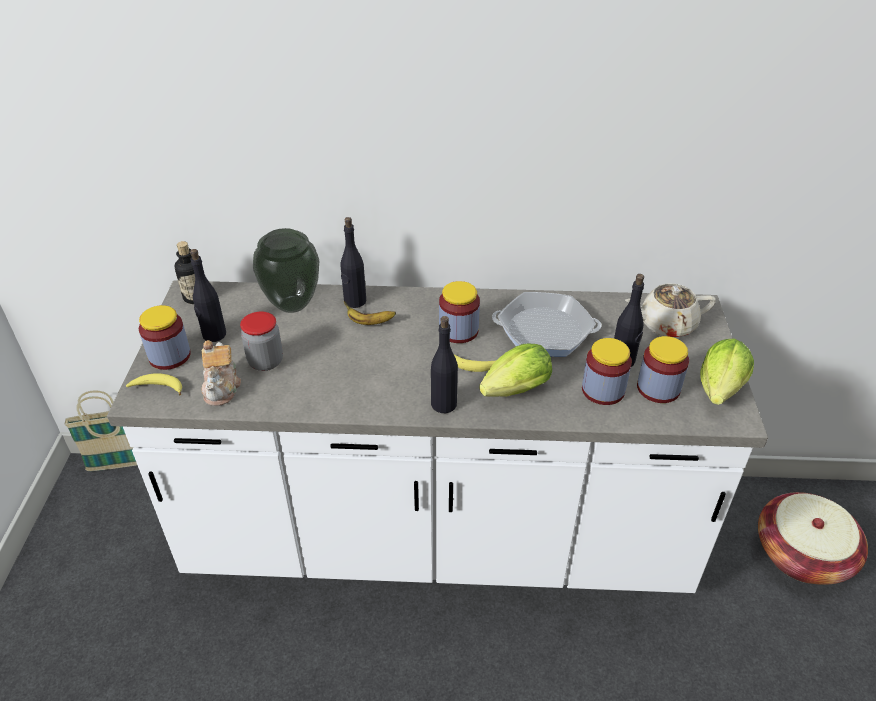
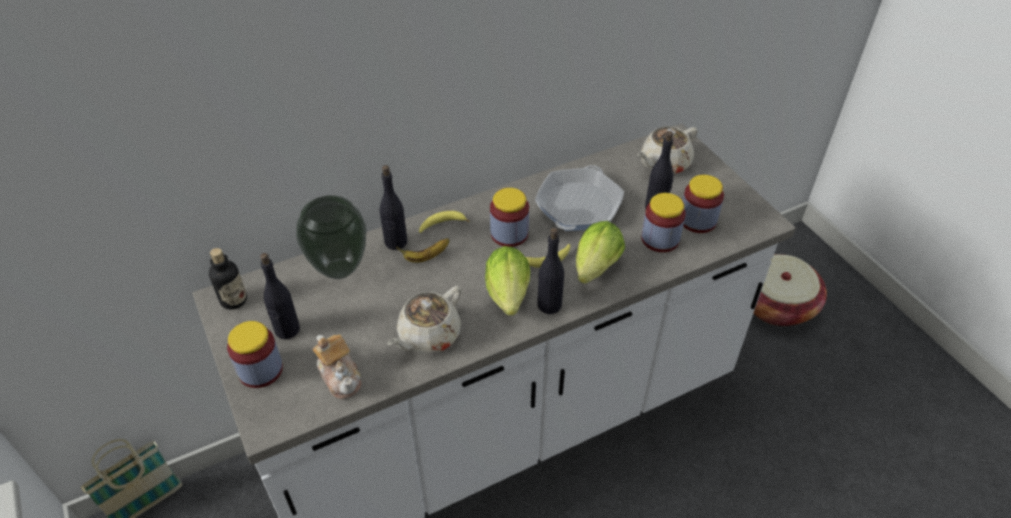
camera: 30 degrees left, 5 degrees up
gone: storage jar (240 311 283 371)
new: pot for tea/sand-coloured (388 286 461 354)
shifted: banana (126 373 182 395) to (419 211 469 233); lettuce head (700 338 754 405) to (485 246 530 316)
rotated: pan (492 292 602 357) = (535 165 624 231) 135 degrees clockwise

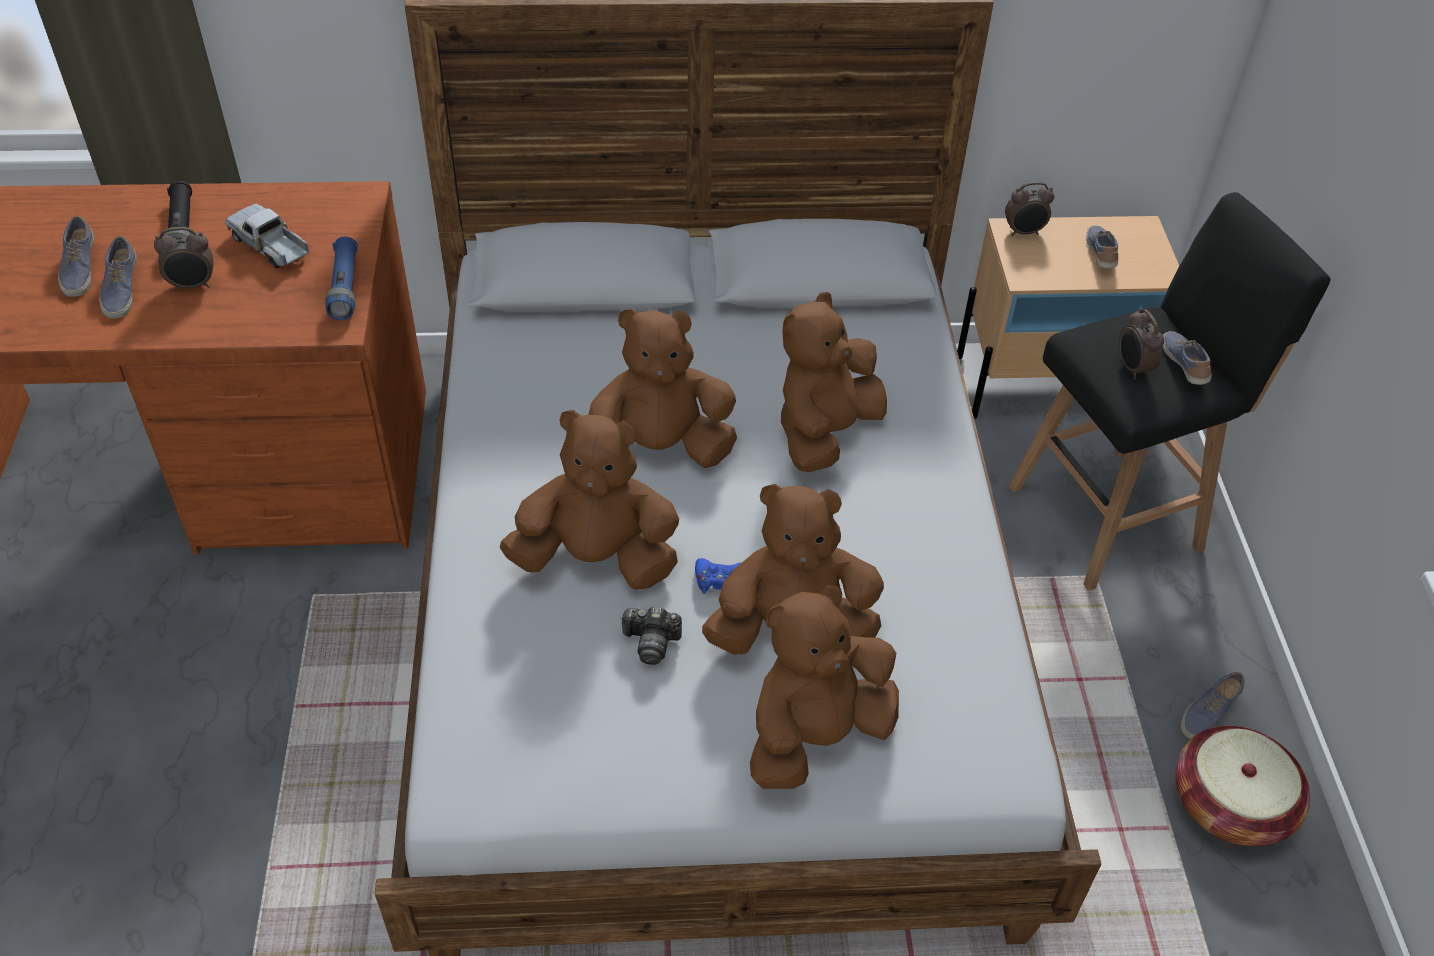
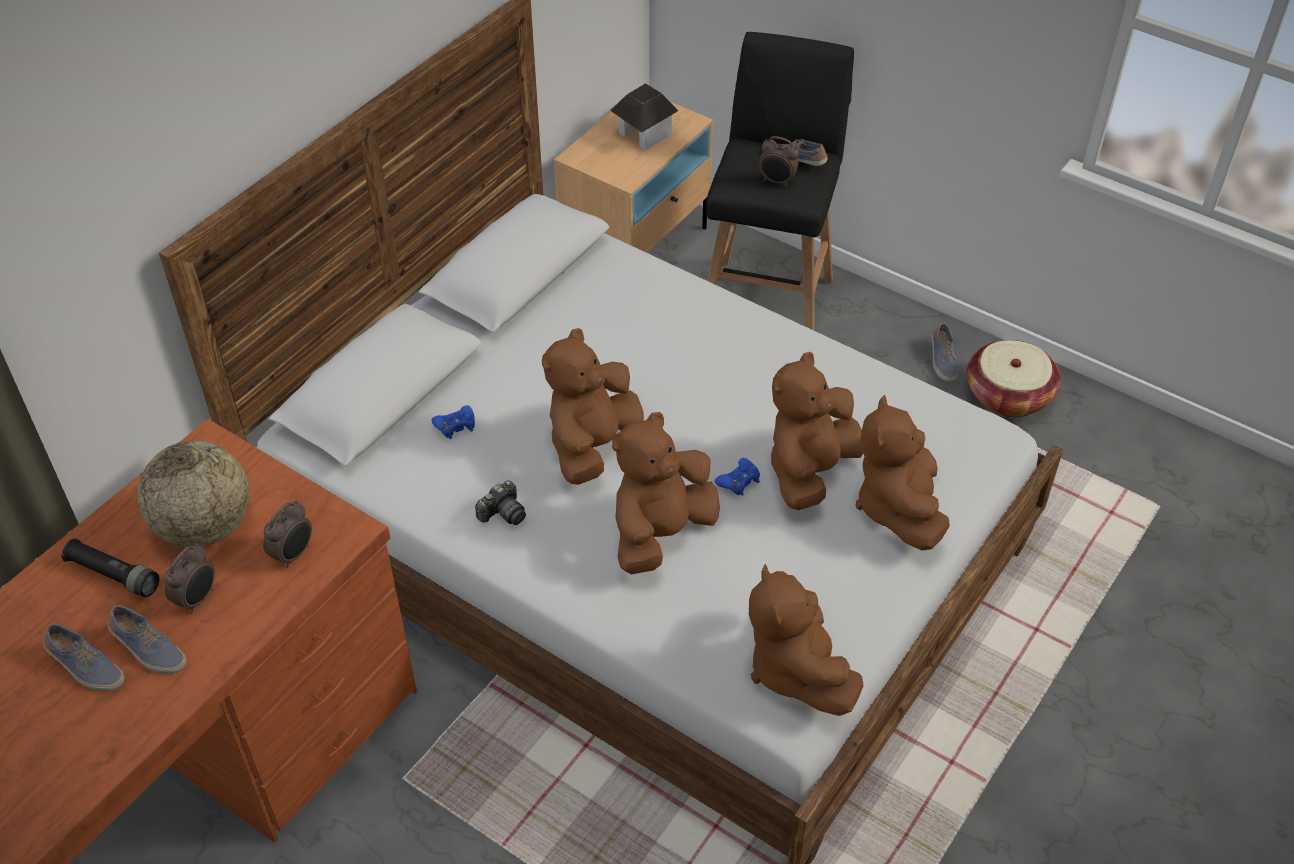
camera: 50 degrees left, 0 degrees up
gone: torch/blue-coloured (325 237 358 320)
new: joypad/blue-coloured (431 405 475 439)
shifted: table clock (1005 182 1054 236) to (263 500 312 568); still camera (620 607 682 665) to (475 480 526 525); plush toy/brown-coloured (781 292 887 472) to (749 564 864 716)
swapped: toy truck (225 204 309 268) to desk globe (138 441 249 547); shoe (1086 225 1118 268) to miniature house (610 83 678 150)

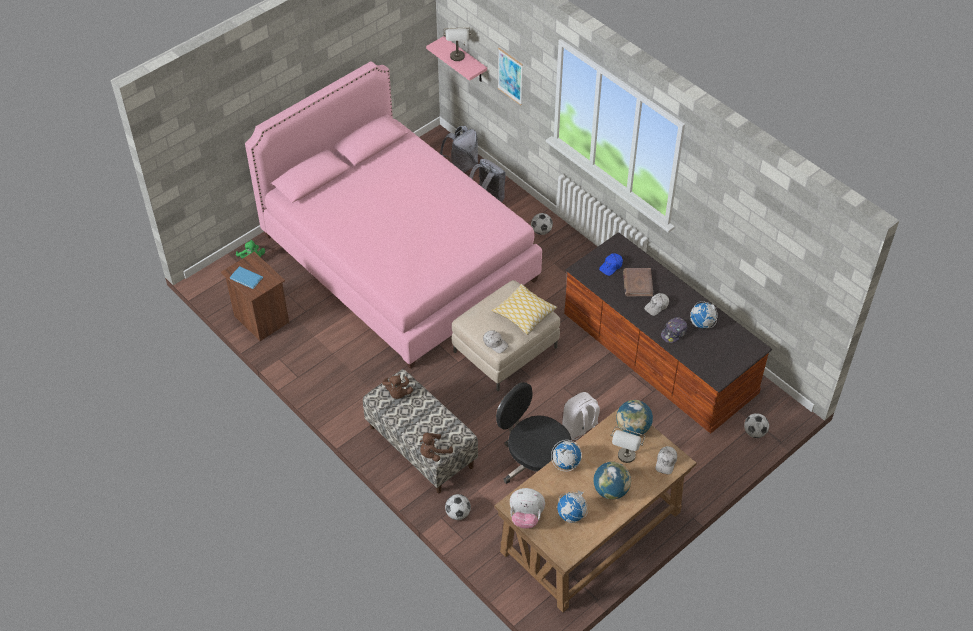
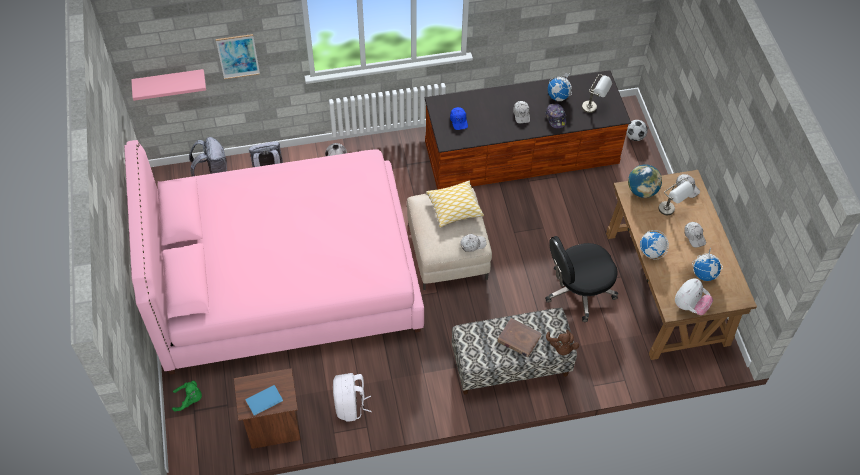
camera: 60 degrees left, 5 degrees up
gone: plush toy/brown-coloured (382 375 413 399); football (445 494 471 520)
shifted: knapsack/white (562 392 600 440) to (333 373 372 422); book/brown-coloured (623 268 653 296) to (498 318 542 357); tabletop lamp/greyish (443 27 471 61) to (582 74 612 113)
swapped: desk globe (594 462 631 499) to cap/white (684 222 706 248)

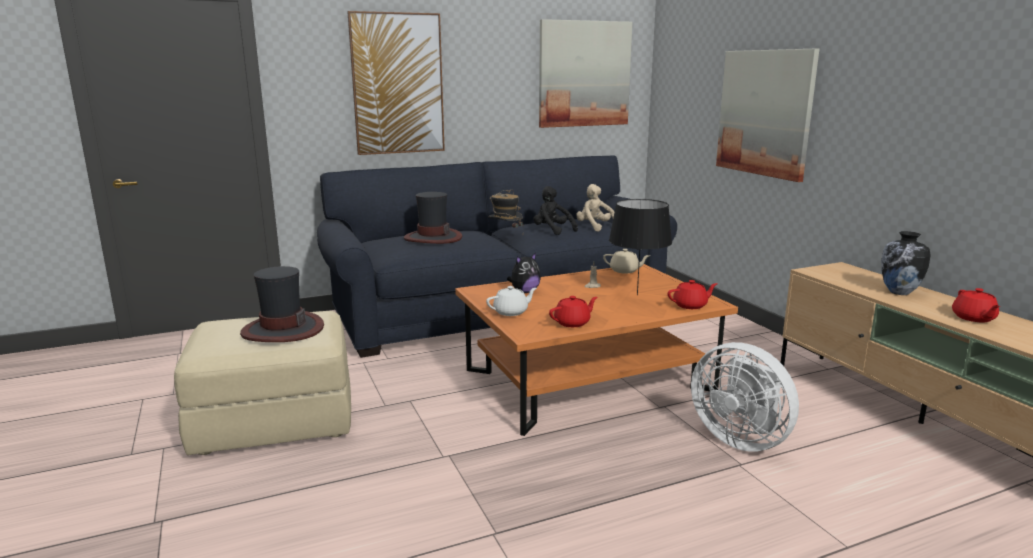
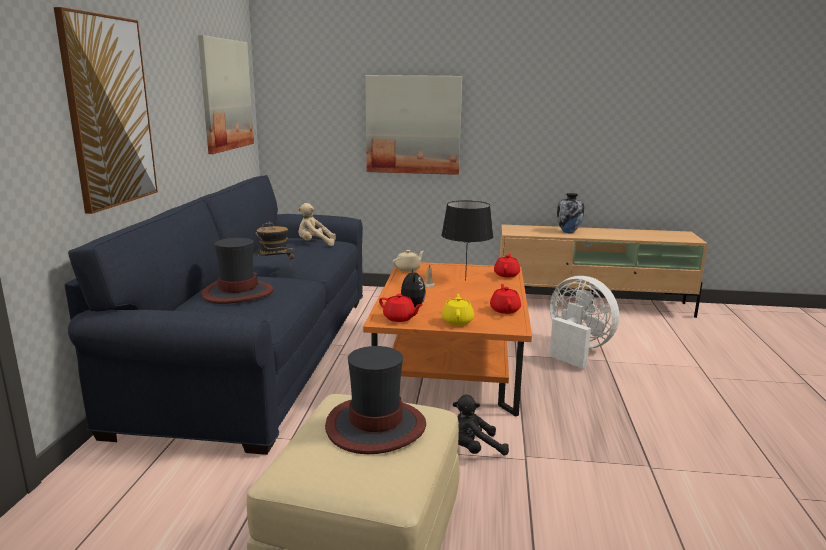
camera: 60 degrees left, 0 degrees up
shifted: pot for tea/red (952 288 1000 322) to (379 294 422 322); plush toy/black (534 186 578 235) to (452 394 509 455)
repainted: pot for tea/white (486 286 537 316) to pot for tea/yellowish (442 294 474 325)
rotated: electric fan/white (691 342 799 452) = (549 276 620 369) 120 degrees counterclockwise

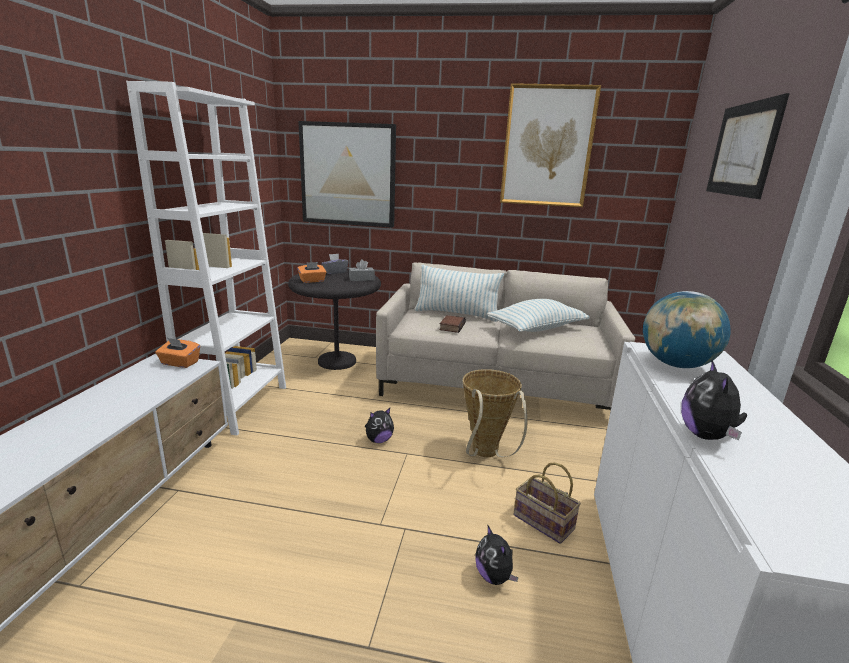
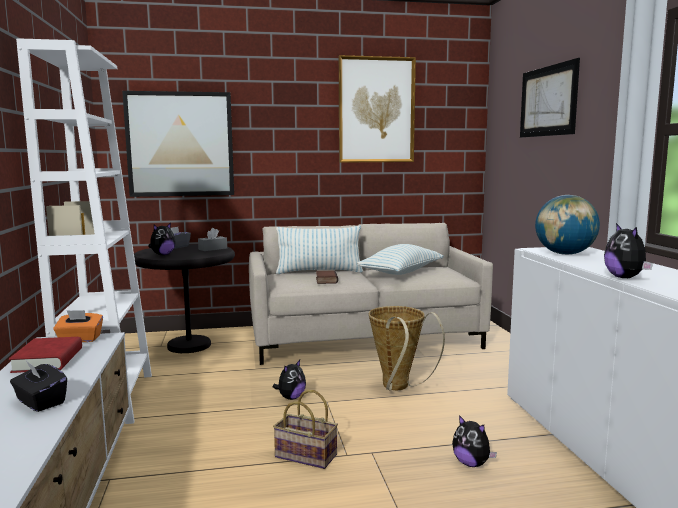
camera: 20 degrees left, 10 degrees down
new: book/red (9 337 82 373); tissue box/black (10 362 67 412)
shifted: household basket (514 462 581 544) to (273 390 338 469)
swapped: tissue box/orangey (297 262 326 283) to plush toy (148 223 176 255)

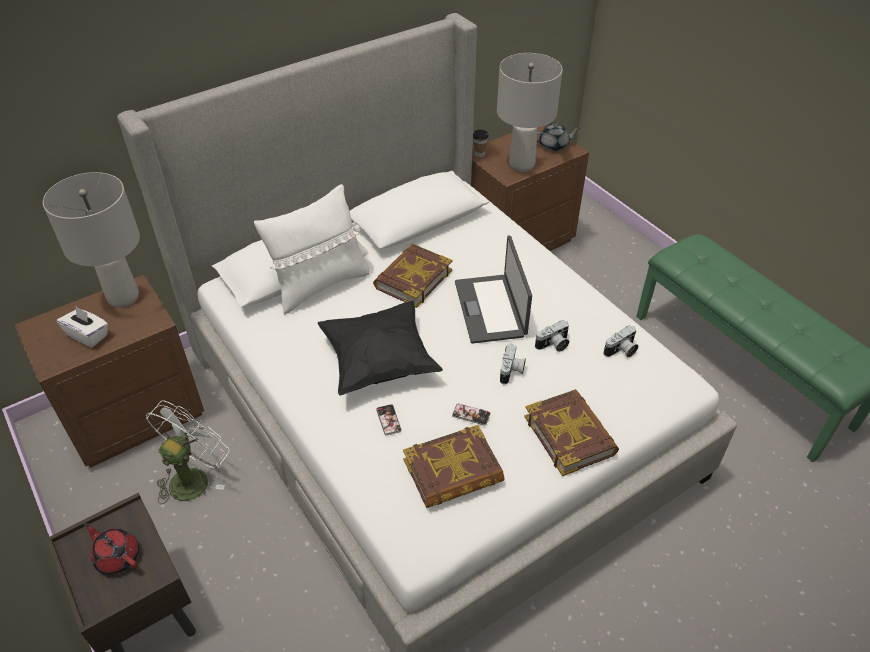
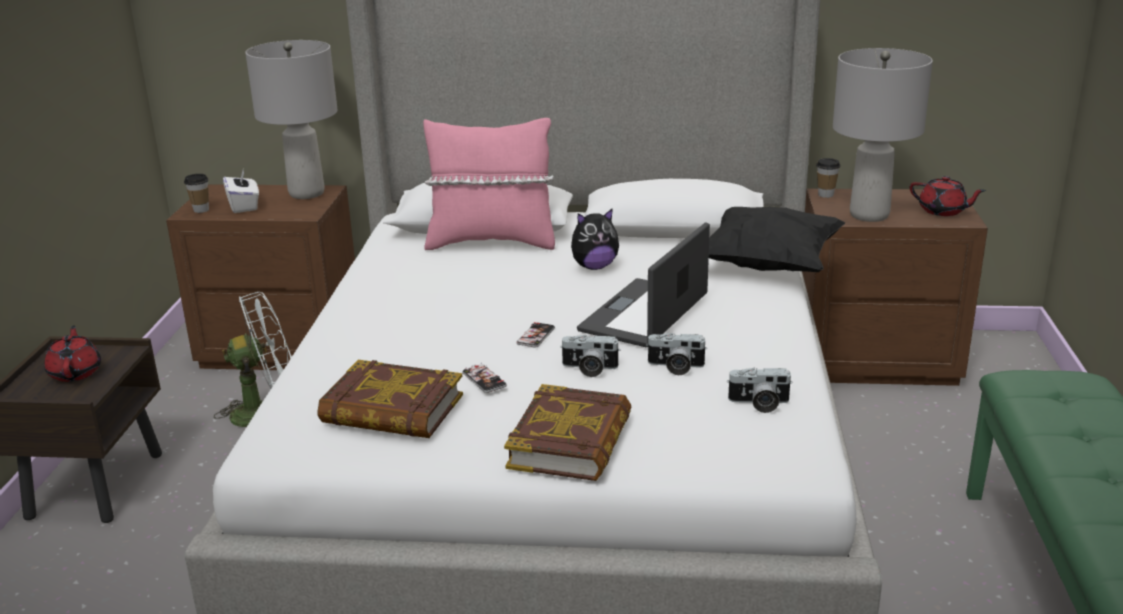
camera: 40 degrees right, 20 degrees down
new: cup (184 174 209 213)
shifted: handset (376 404 402 436) to (516 322 555 348); cushion/black (318 301 443 396) to (709 207 845 272)
swapped: book (373 244 452 308) to plush toy (571 208 619 270)
repainted: cushion/white (254 184 370 315) to cushion/pink (423 118 555 250); pot for tea/greyish (537 124 580 151) to pot for tea/red (910 176 986 216)
rotated: still camera (500 344 526 385) = (560 335 620 377) 45 degrees clockwise

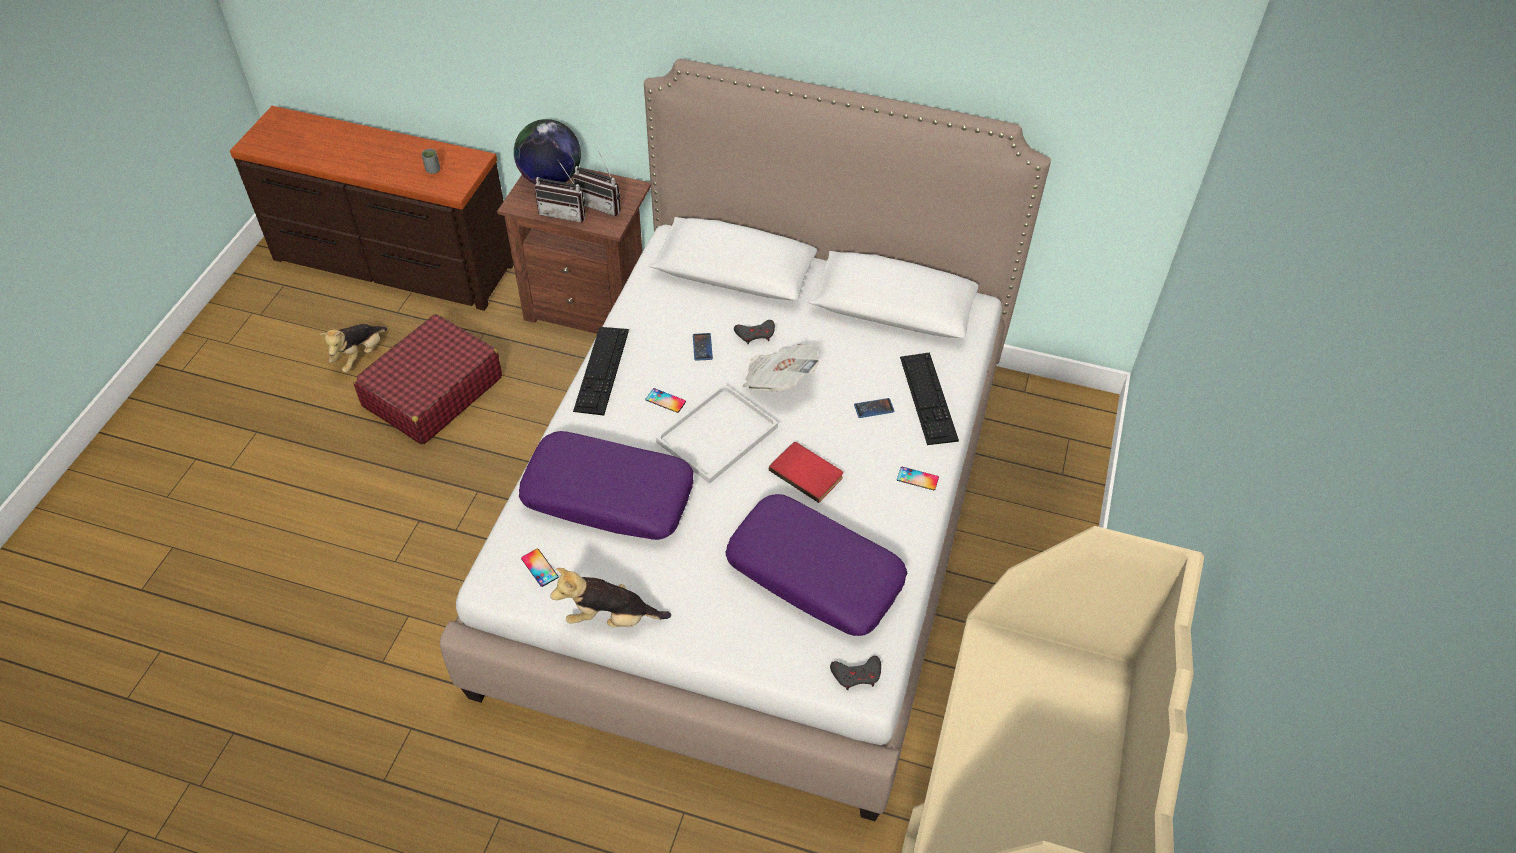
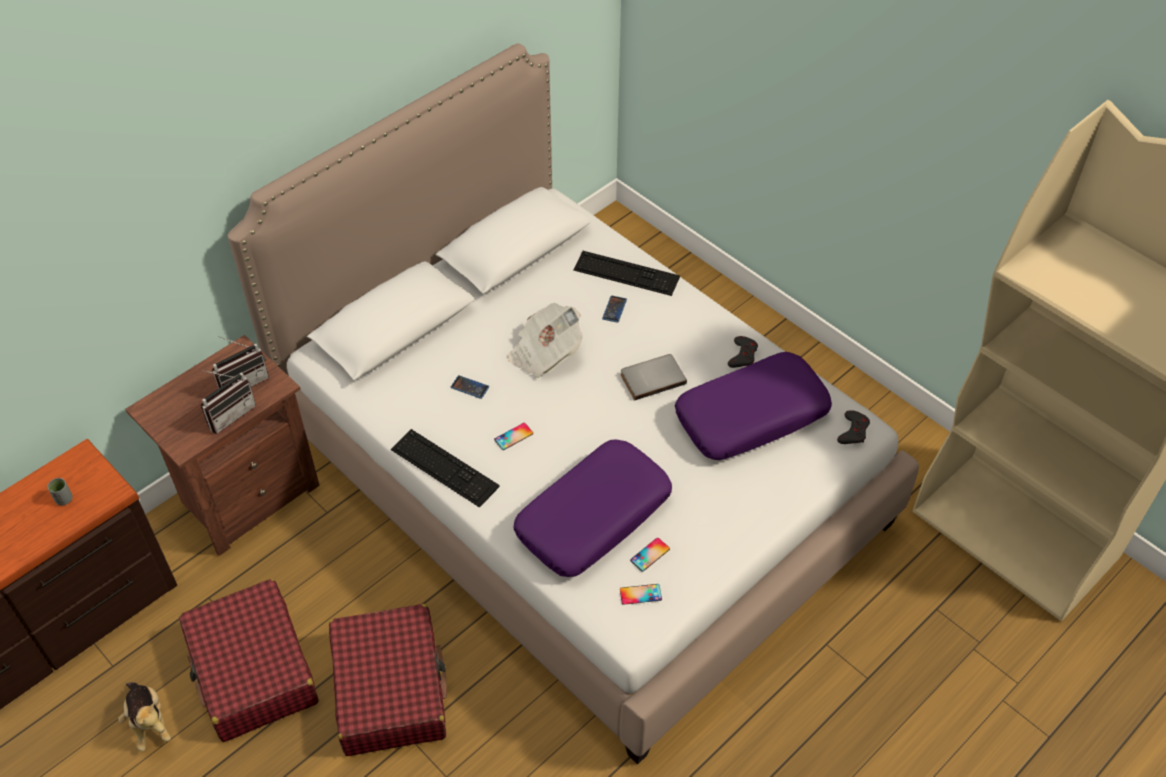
camera: 60 degrees left, 0 degrees up
gone: desk globe (514 119 581 185); plush toy (550 568 671 627); tray/white (656 384 778 484)
new: suitcase/red (329 604 447 756)
shifted: handset (897 467 939 490) to (630 538 670 572); joypad/greyish (734 320 775 344) to (728 336 758 368)
repainted: book/red (769 442 843 503) to book/greyish (621 354 687 401)

